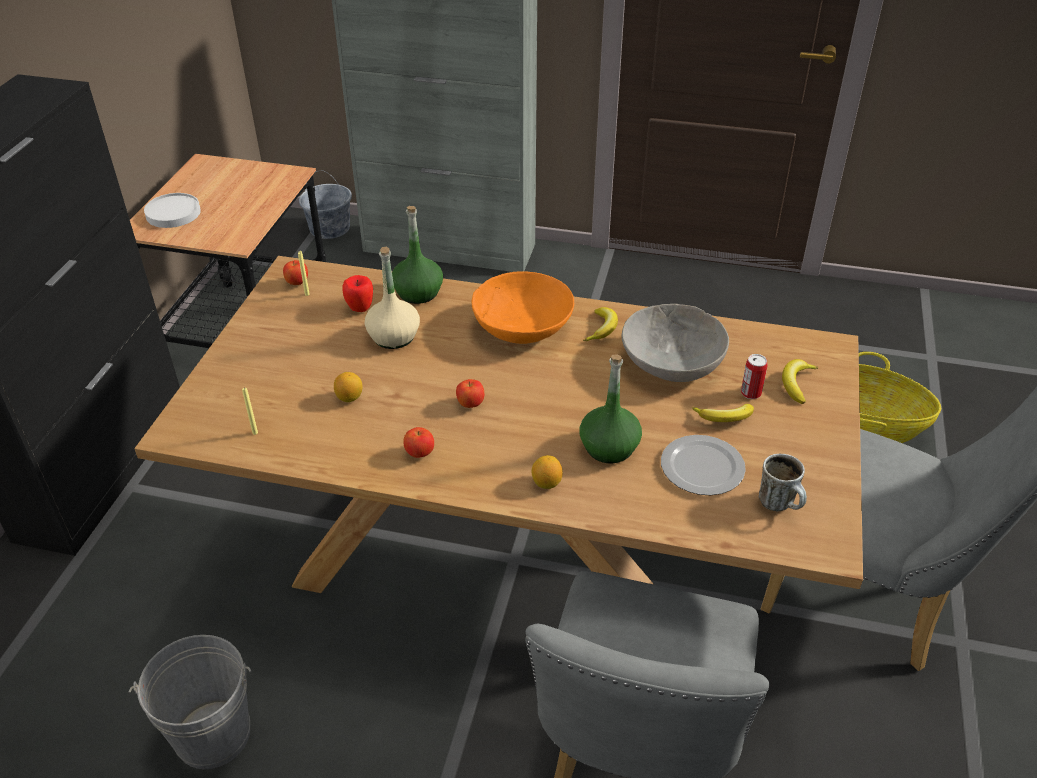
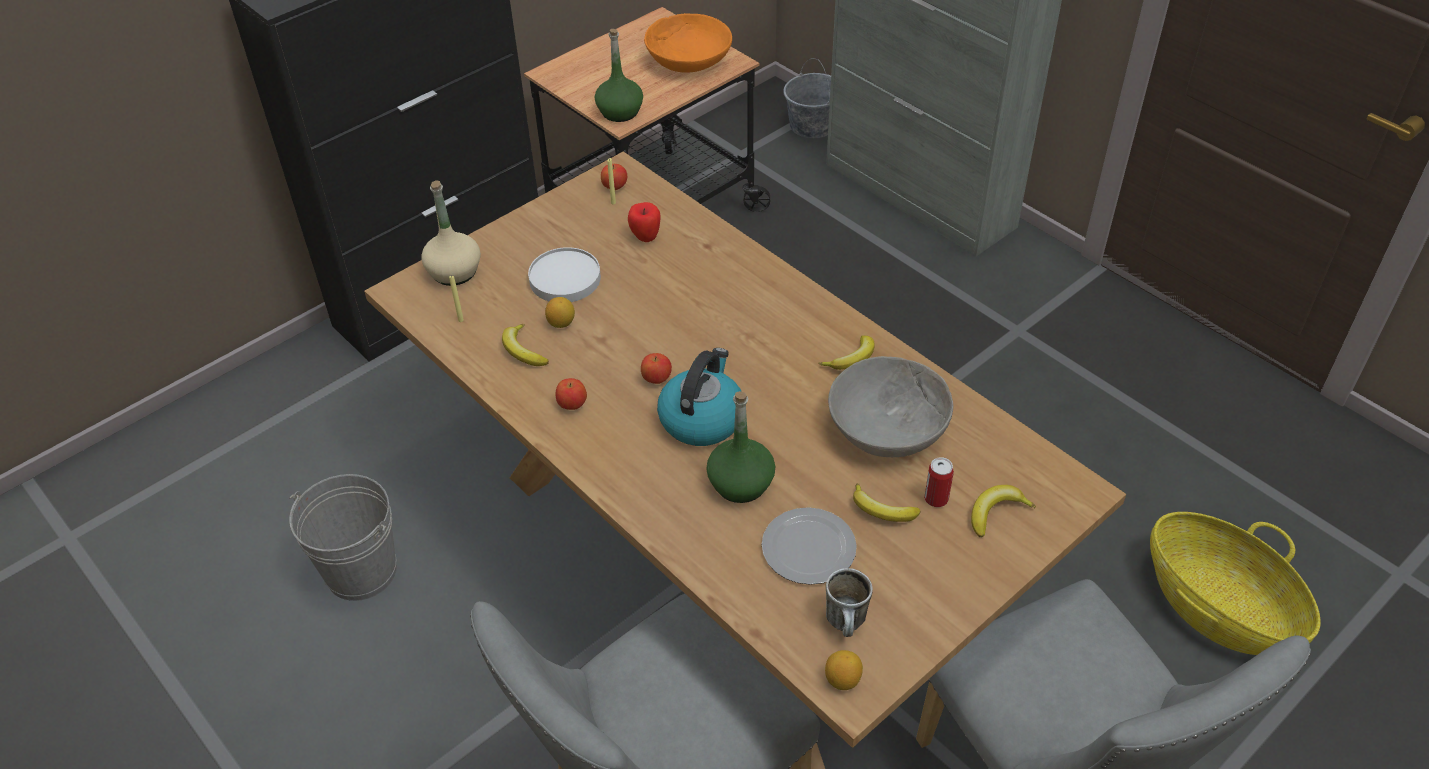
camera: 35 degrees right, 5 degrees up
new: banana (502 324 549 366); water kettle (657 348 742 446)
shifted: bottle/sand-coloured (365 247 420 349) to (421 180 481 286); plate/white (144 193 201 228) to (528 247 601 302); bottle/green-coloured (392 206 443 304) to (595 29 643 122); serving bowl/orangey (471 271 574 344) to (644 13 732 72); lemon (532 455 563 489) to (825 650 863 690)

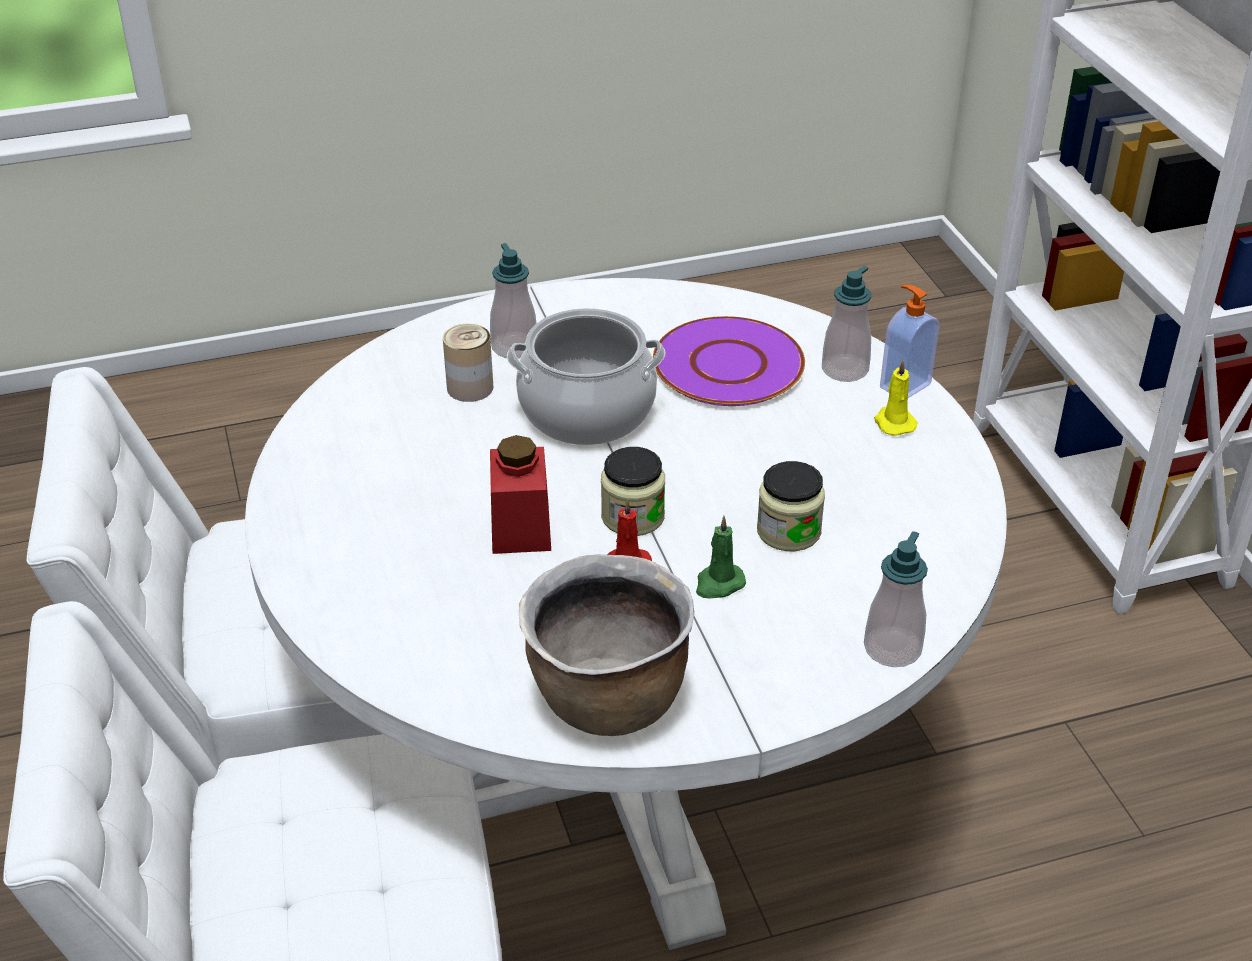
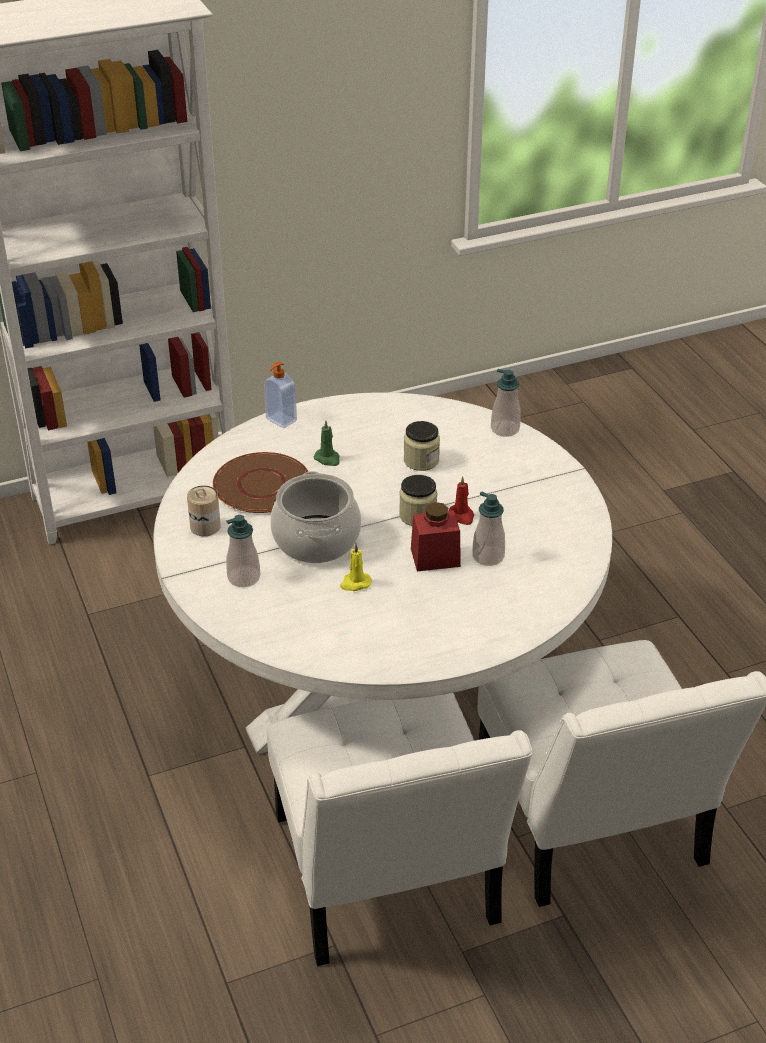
camera: 95 degrees left, 0 degrees up
gone: cooking pot/brown-coloured (519 555 694 736)
shifted: metal can (443 324 493 402) to (187 485 221 536); wax candle/green-coloured (696 516 746 598) to (314 421 340 466); wax candle/yellowish (874 360 918 436) to (340 543 372 591); soap dispenser (822 266 871 382) to (472 492 505 566)
repainted: plate/purple-coloured (653 316 805 406) to plate/brown-coloured (213 452 309 513)

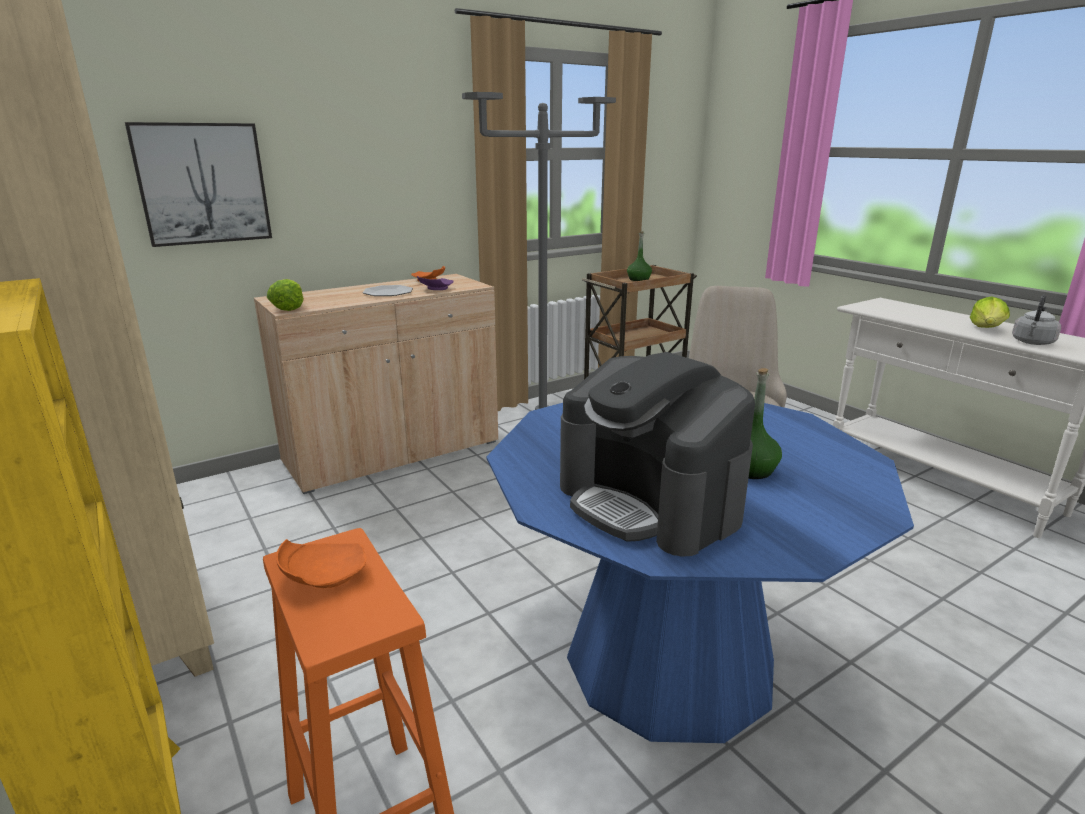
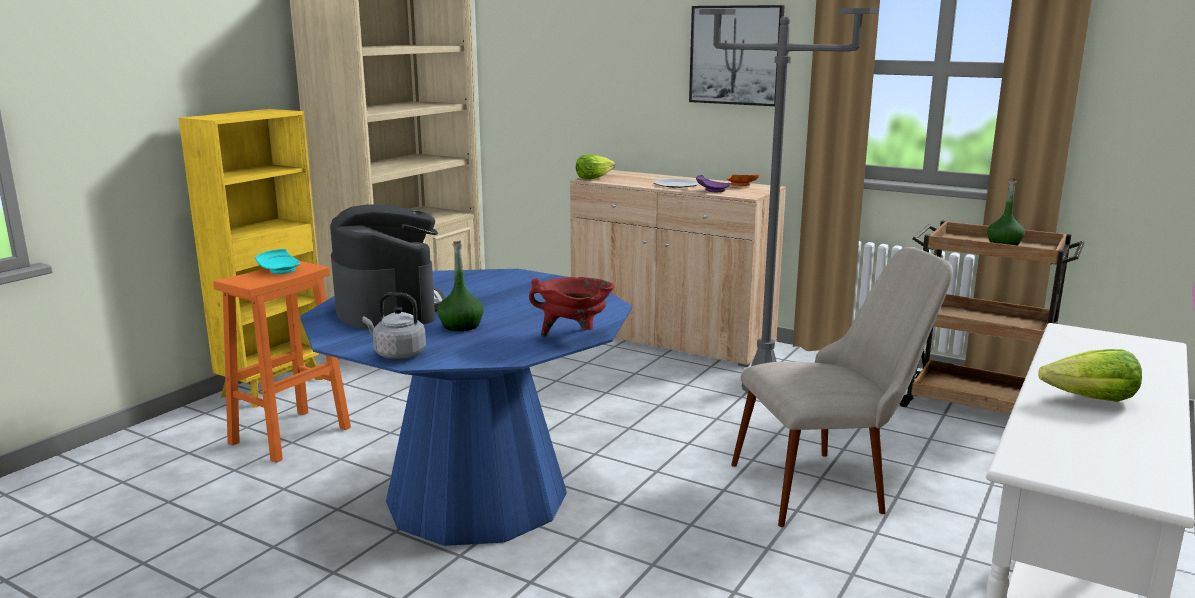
camera: 65 degrees right, 5 degrees down
new: cooking pot/red (529 277 615 337)
shifted: water kettle/greyish (1012 295 1061 345) to (362 292 426 359); wall picture (125 122 272 247) to (689 5 785 106)
repainted: plate/orangey (276 539 366 588) to plate/turquoise (255 249 300 274)
rotated: coffee machine (560 352 755 557) = (330 204 445 329) 135 degrees clockwise

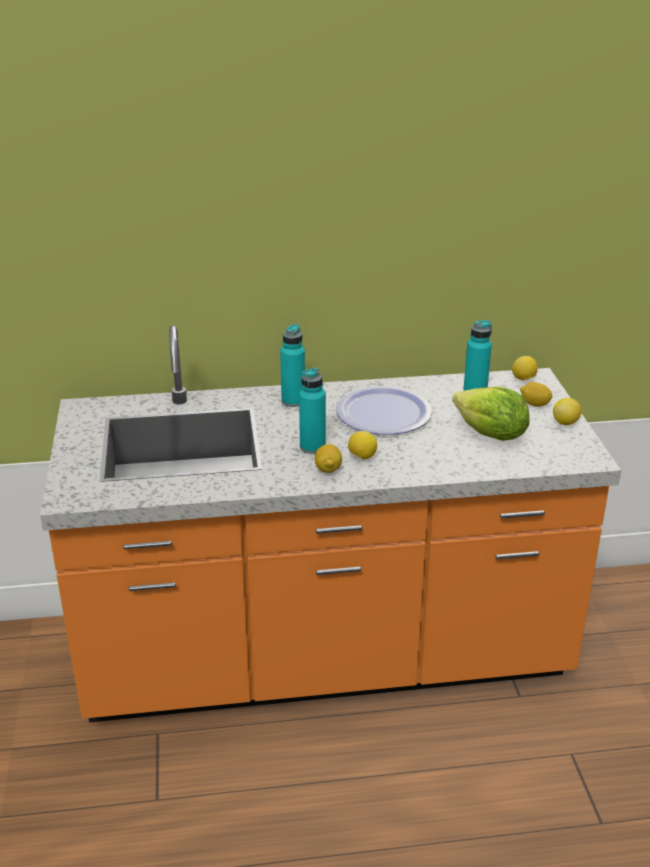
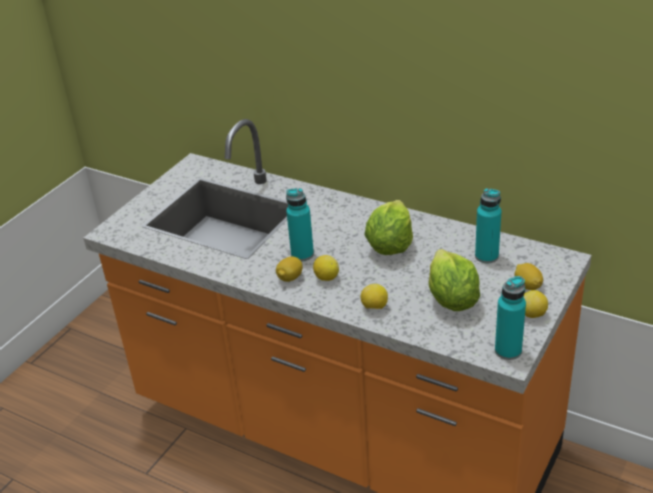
camera: 40 degrees right, 5 degrees up
shifted: lemon (512 356 538 380) to (361 284 388 309); bottle/turquoise (280 324 305 407) to (495 276 526 360)
swapped: plate (336 386 432 435) to lettuce head (364 200 413 255)

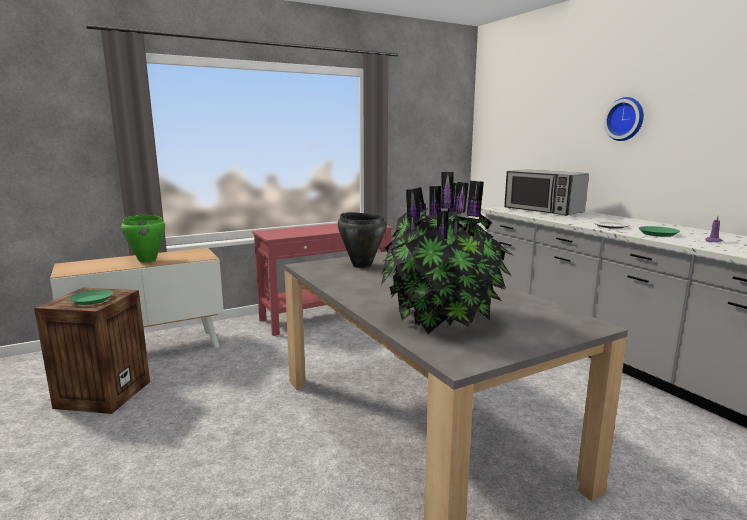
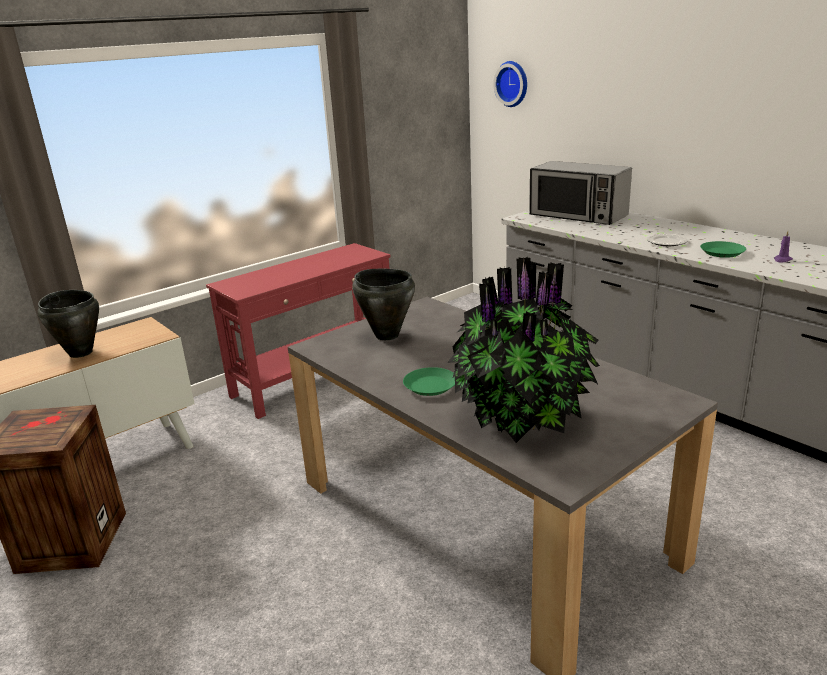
camera: 10 degrees left, 10 degrees up
shifted: plate/green-coloured (69 289 113 305) to (403 367 455 396); wall clock (604 97 644 141) to (493 61 527 107)
repainted: cooking pot/green-coloured (121 215 165 262) to cooking pot/black (38 290 99 358)

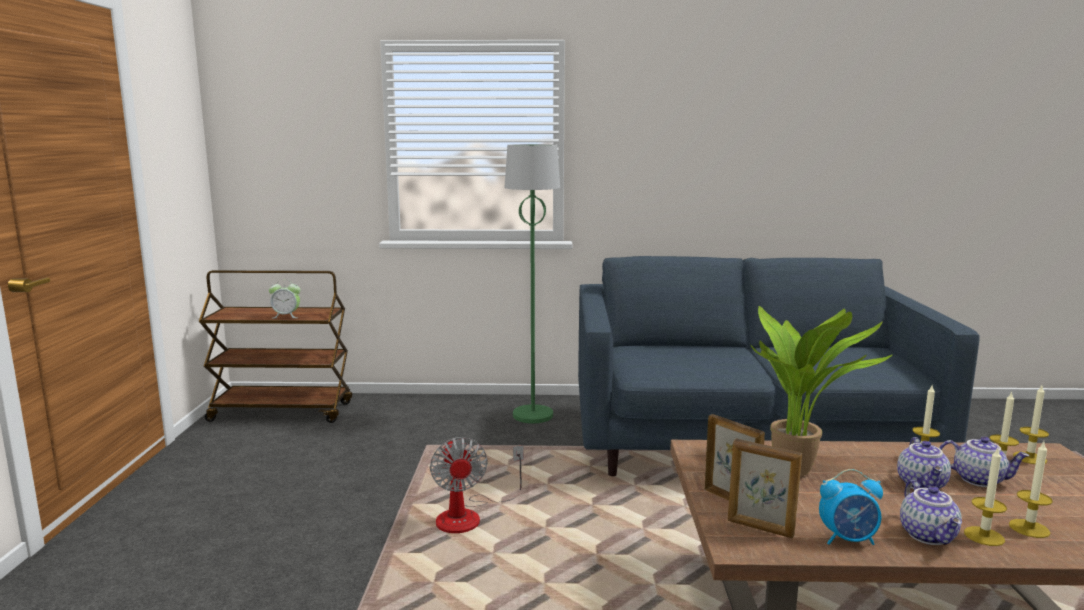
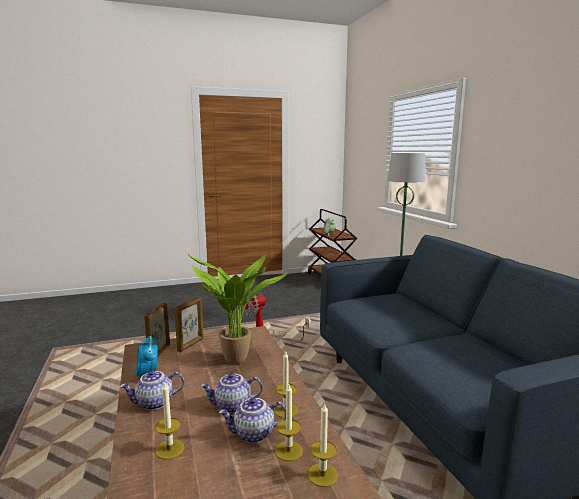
camera: 70 degrees right, 0 degrees up
gone: wax candle (964 448 1007 546)
rotated: pot for tea (939 437 1029 487) = (219 398 286 443) 75 degrees clockwise

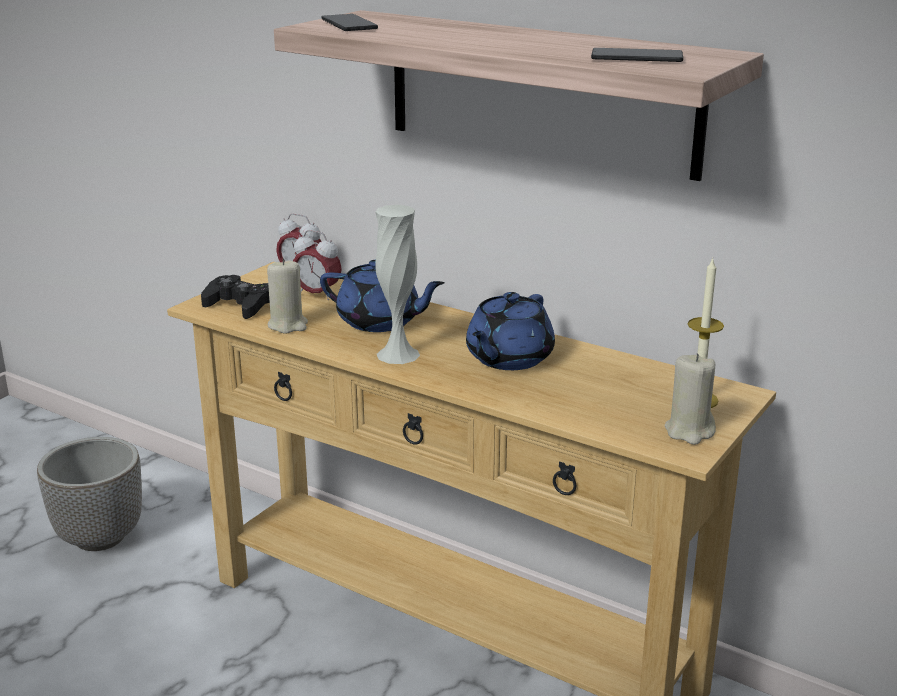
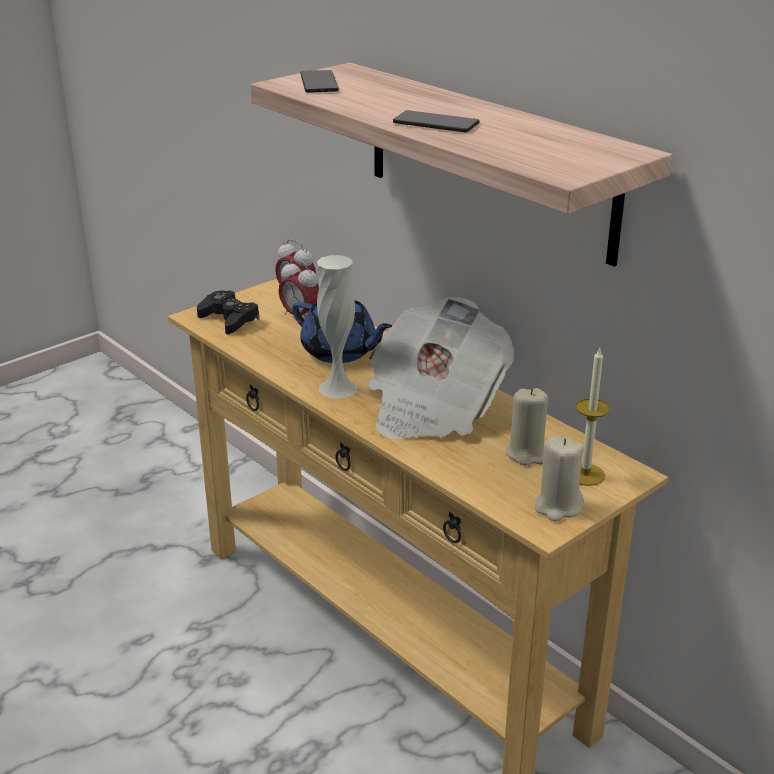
camera: 15 degrees right, 5 degrees up
gone: plant pot (37 437 142 551)
shifted: handset (591 48 683 62) to (393 110 480 132); wax candle/sand-coloured (267 258 308 334) to (506 388 548 466)
swapped: pot for tea/blue-coloured (466 292 555 370) to printed paper (368 297 514 439)

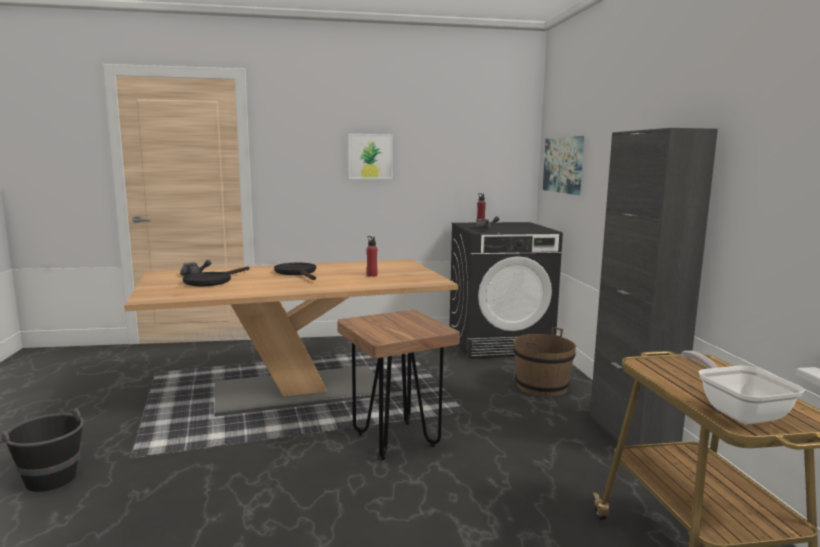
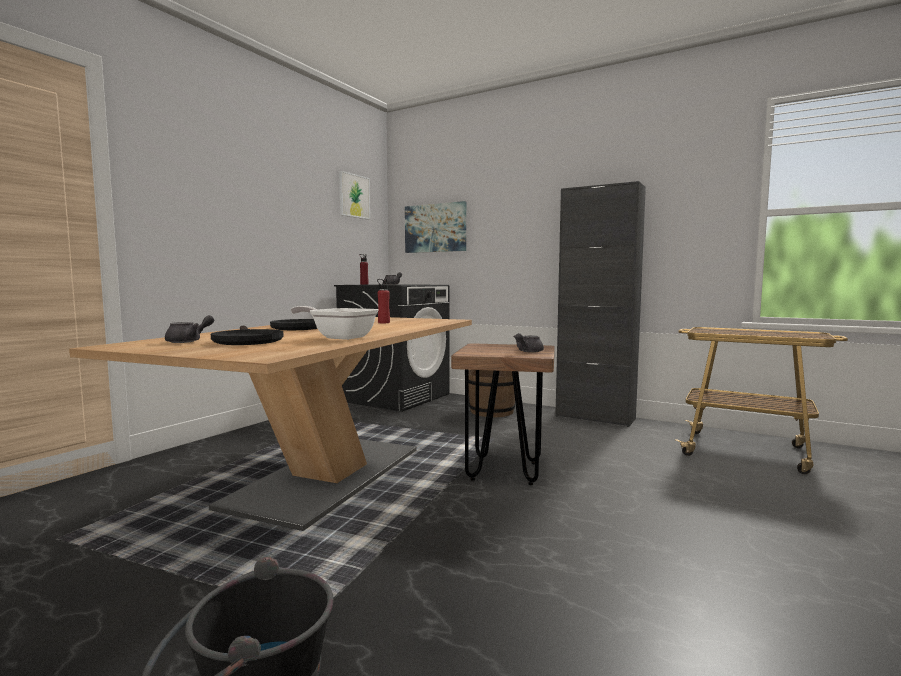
camera: 50 degrees left, 5 degrees down
new: pot for tea/greyish (514 333 544 353)
shifted: pan (682 351 805 424) to (291 306 379 340); wall picture (348 134 393 179) to (339 171 370 220)

